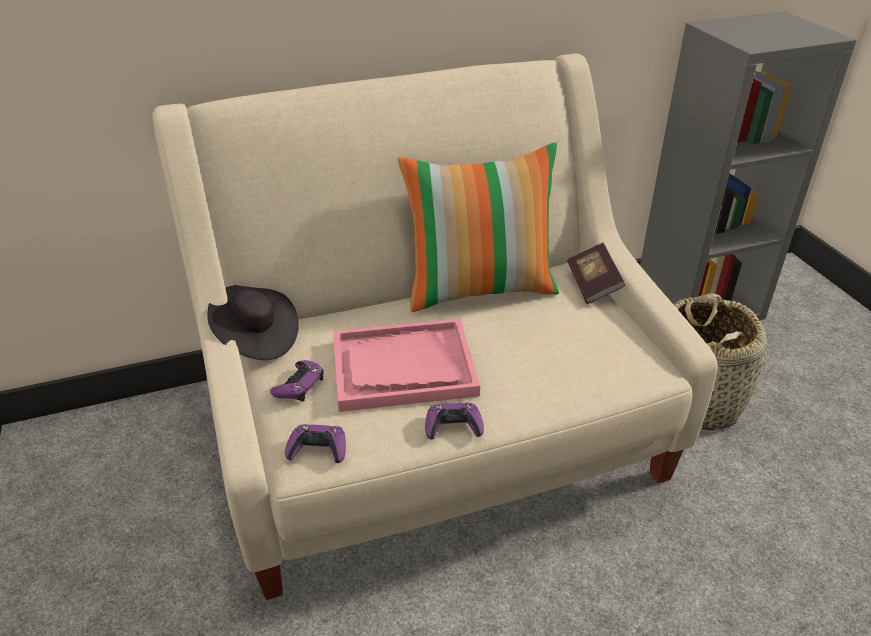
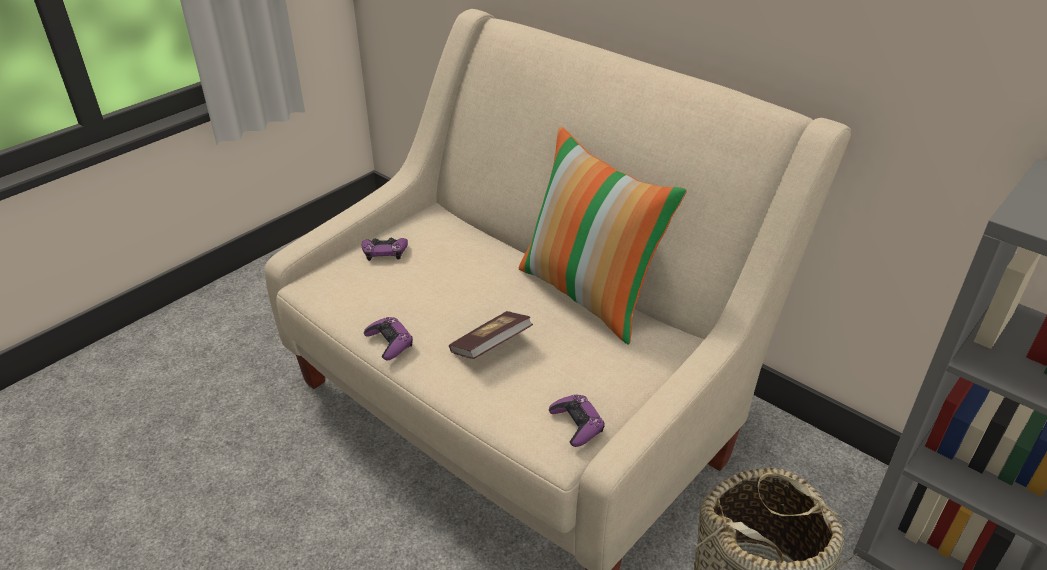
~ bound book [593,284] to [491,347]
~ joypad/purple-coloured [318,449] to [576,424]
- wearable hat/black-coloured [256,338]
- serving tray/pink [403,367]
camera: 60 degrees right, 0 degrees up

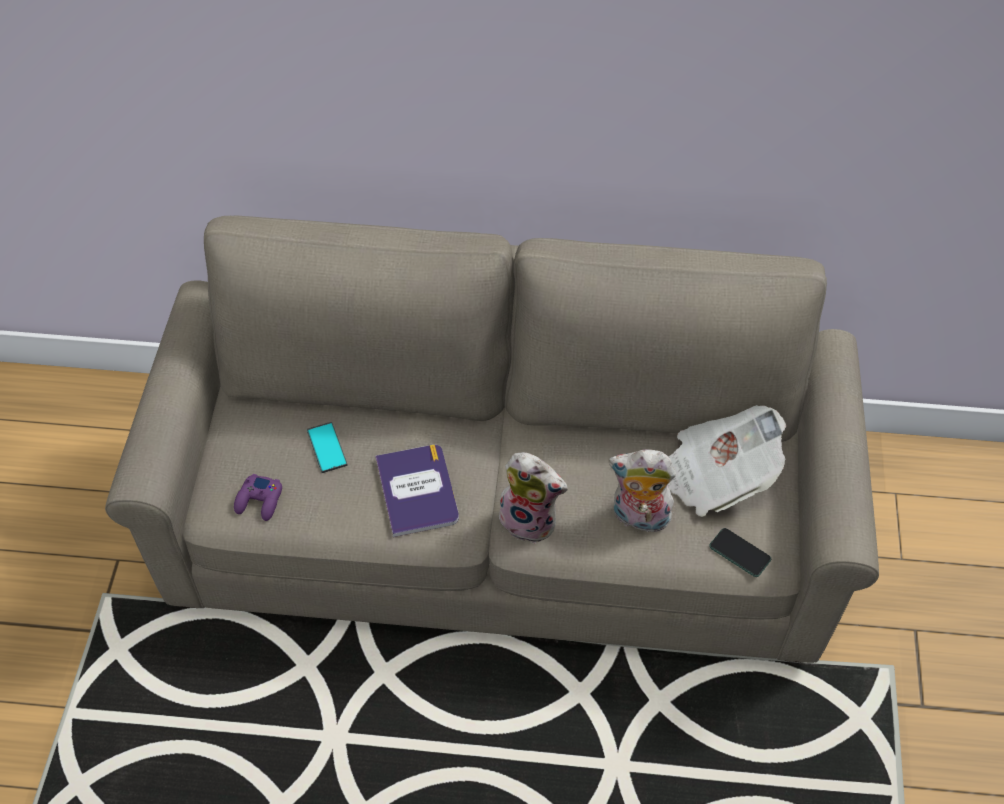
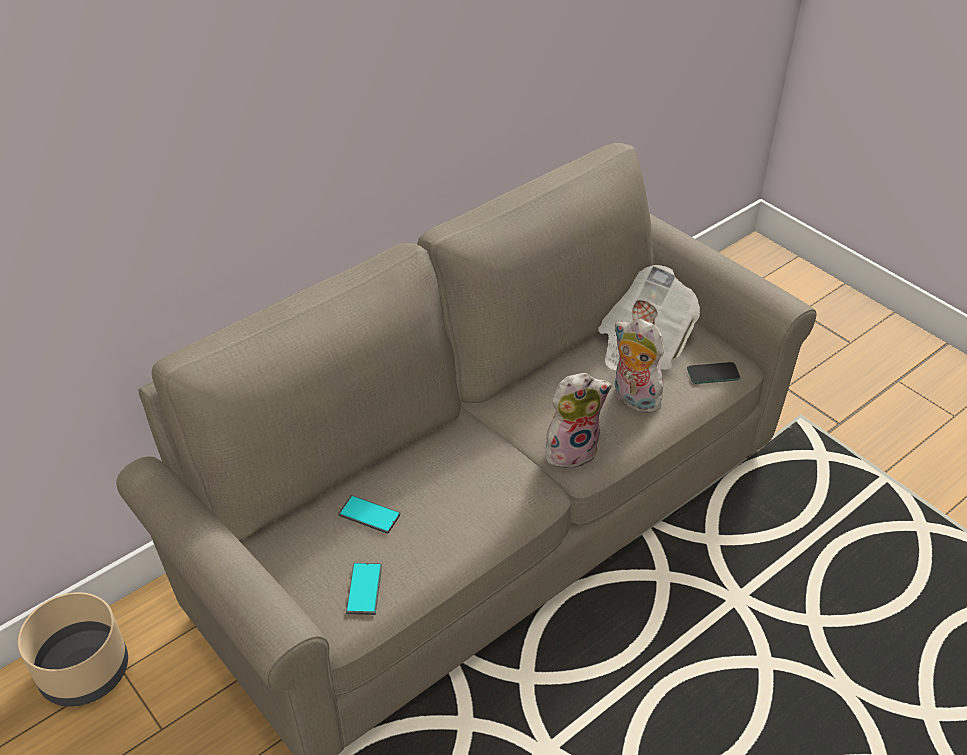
+ planter/sand-coloured [85,670]
~ joypad/purple-coloured [259,501] to handset [364,589]
~ cuddly toy [638,518] = [633,399] 75 degrees clockwise
- bound book [417,490]
camera: 45 degrees left, 10 degrees down

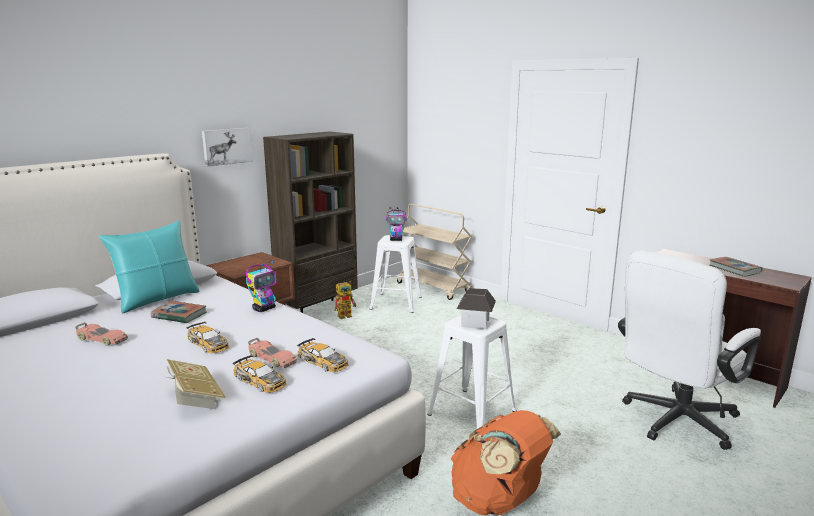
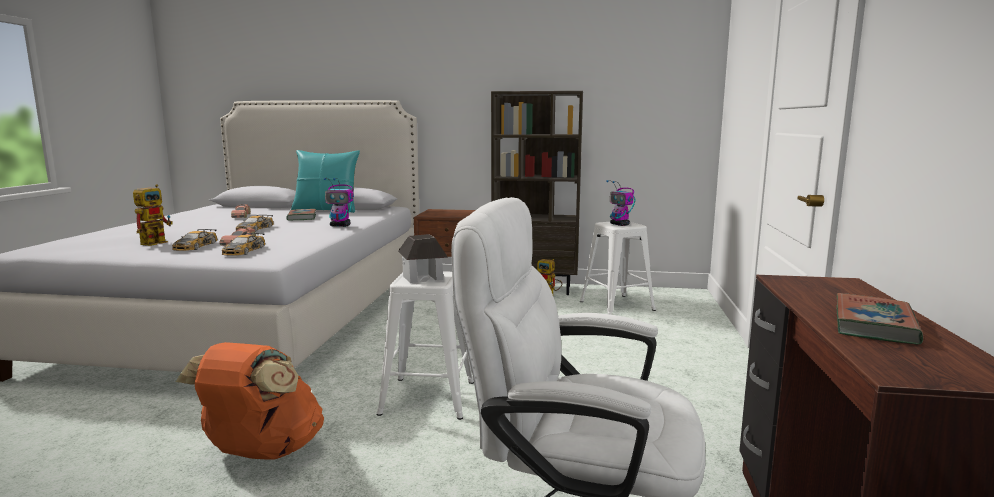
~ bound book [194,399] to robot figure [157,242]
- wall art [226,146]
- cart/sand-coloured [434,287]
camera: 55 degrees right, 5 degrees down

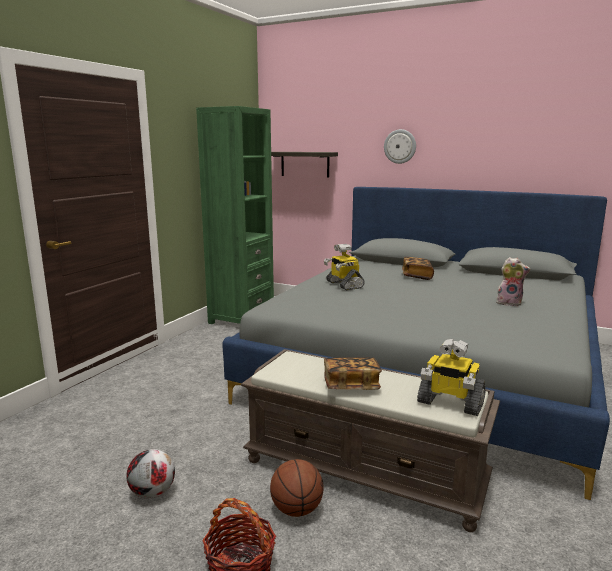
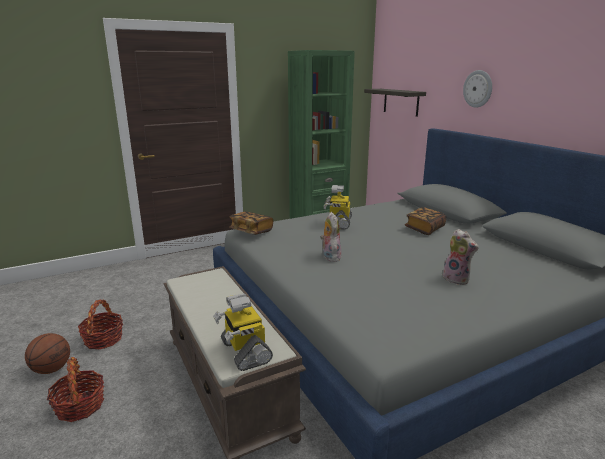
~ basketball [296,509] to [52,369]
~ football [152,493] to storage basket [103,339]
~ bound book [351,386] to [251,231]
+ cuddly toy [330,256]
camera: 35 degrees right, 5 degrees up

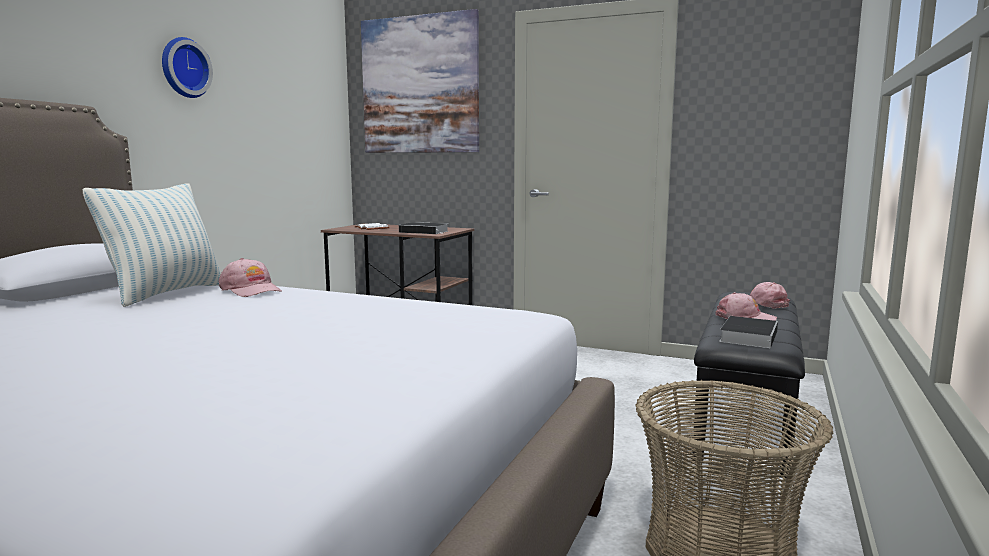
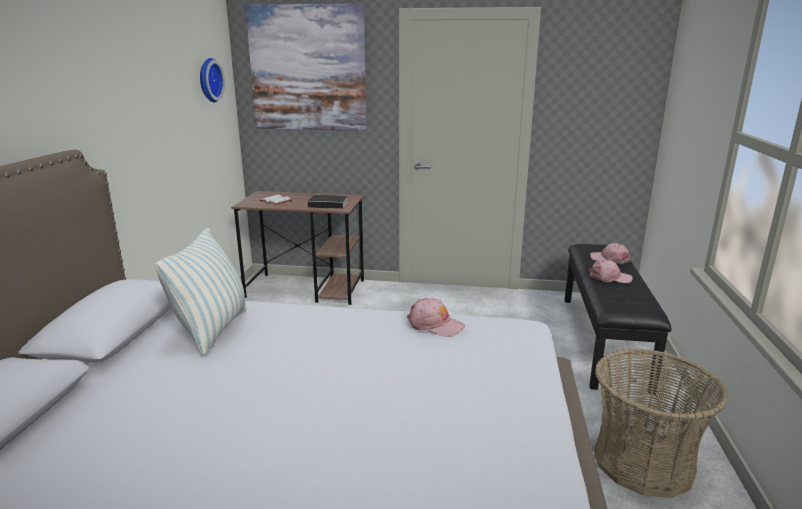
~ clock on the wall [183,68] to [208,80]
~ baseball cap/pink [251,290] to [435,324]
- bound book [748,336]
camera: 15 degrees left, 10 degrees up

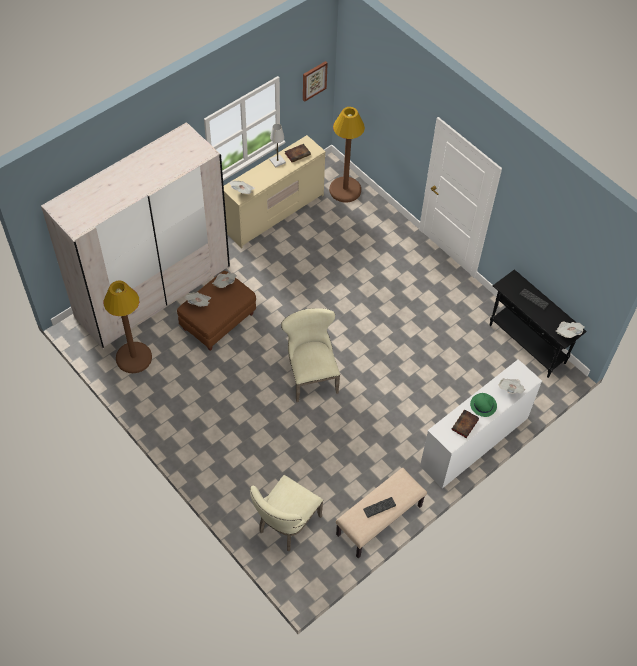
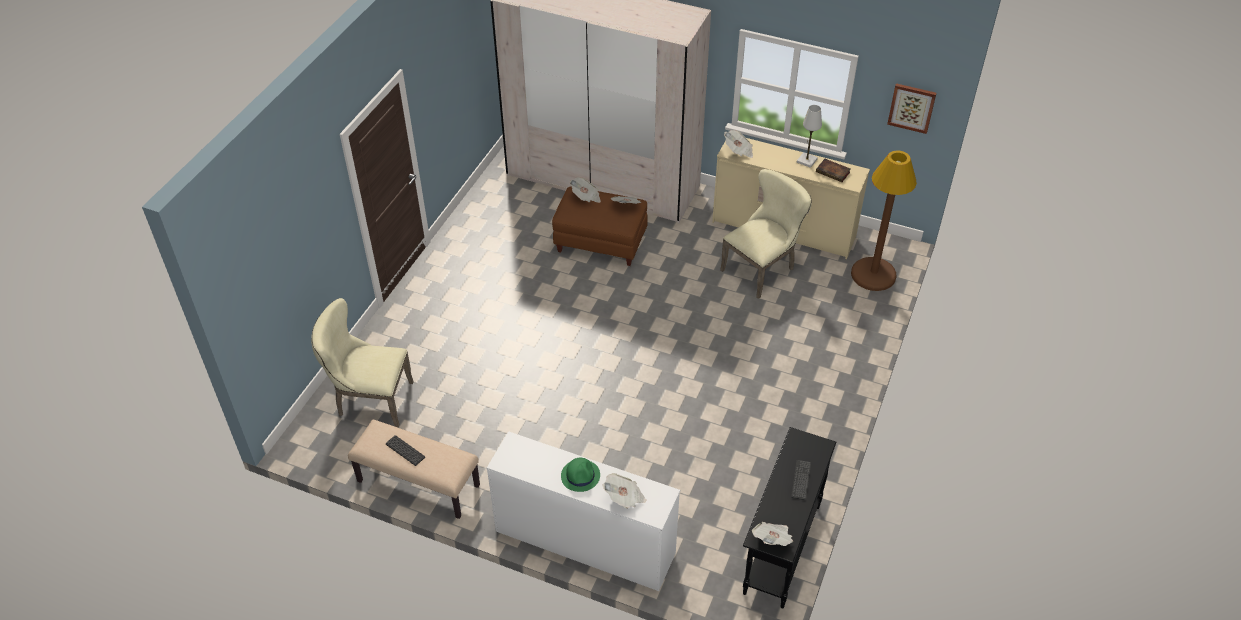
~ chair/sand-coloured [310,375] to [762,268]
- floor lamp/brown [134,358]
- bound book [465,425]
camera: 65 degrees right, 10 degrees down

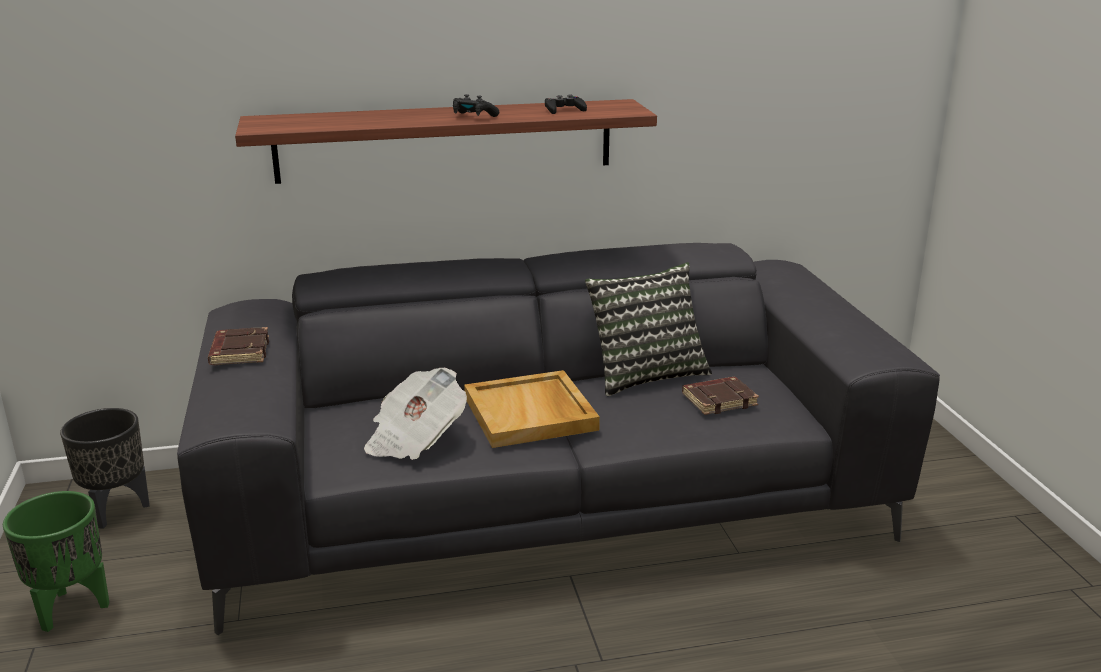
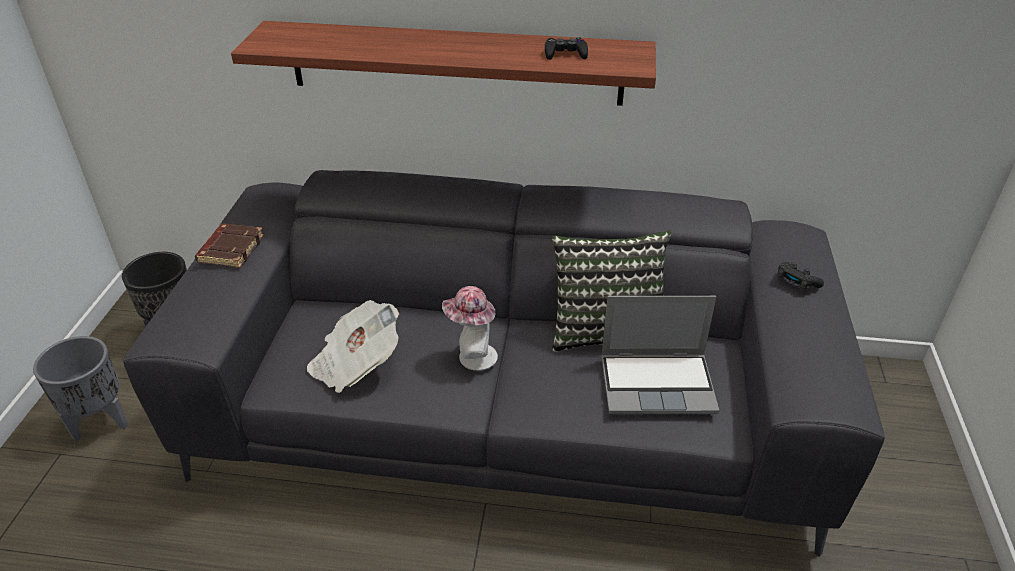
~ planter/green [71,608] to planter/grey [101,422]
~ serving tray/sand-coloured [531,413] to wearable hat [472,357]
~ bound book/brown [719,400] to laptop [658,384]
~ joypad/black-coloured [473,117] to [795,283]
camera: 20 degrees right, 15 degrees up

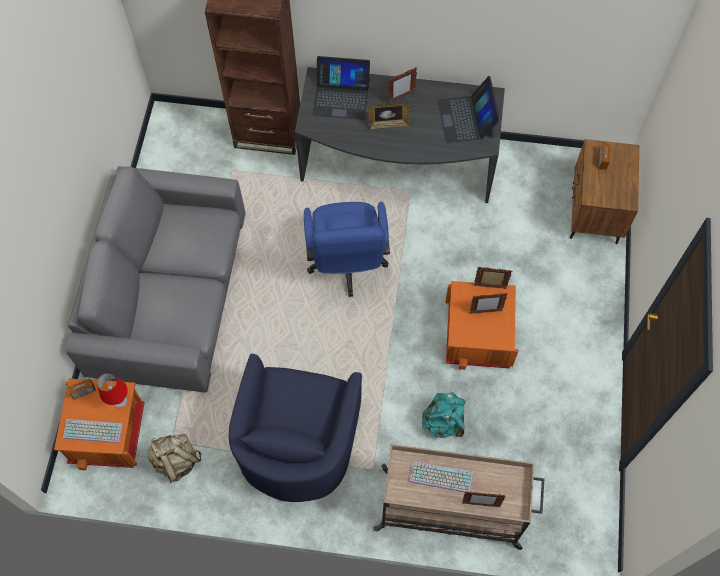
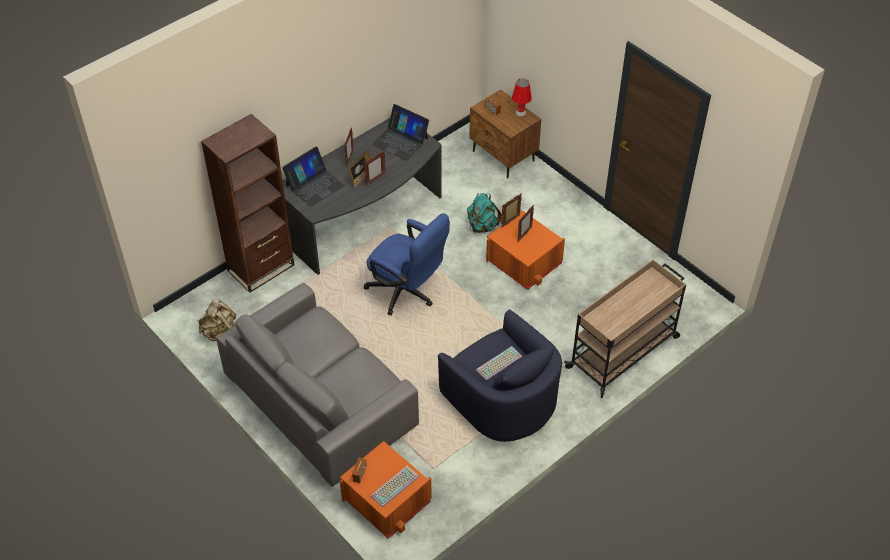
~ knapsack/sand-coloured [176,461] to [220,333]
~ picture frame [480,504] to [375,180]
~ knapsack/blue-green [444,421] to [482,226]
~ PC keyboard [440,478] to [499,364]
~ lamp for a table/red [119,400] to [520,112]
camera: 50 degrees left, 15 degrees down

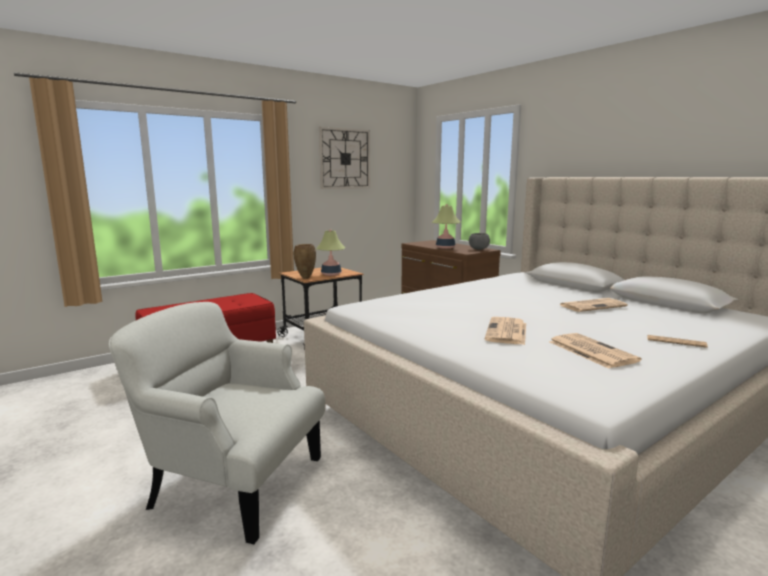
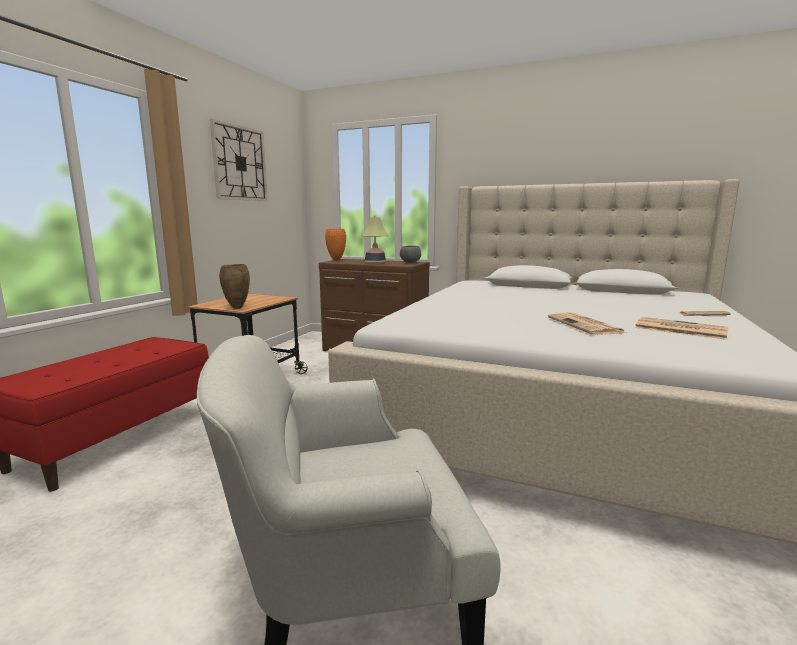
+ decorative vase/orange [336,260]
- lamp for a table [331,274]
- newspaper [592,306]
camera: 30 degrees left, 0 degrees up

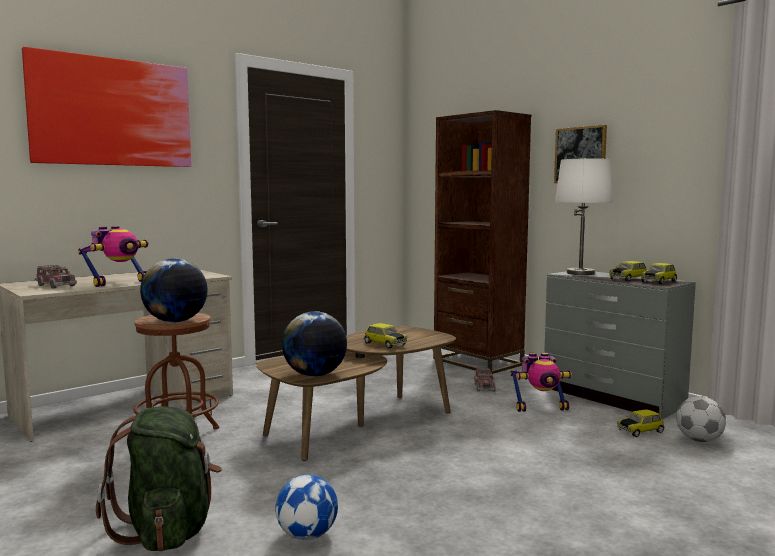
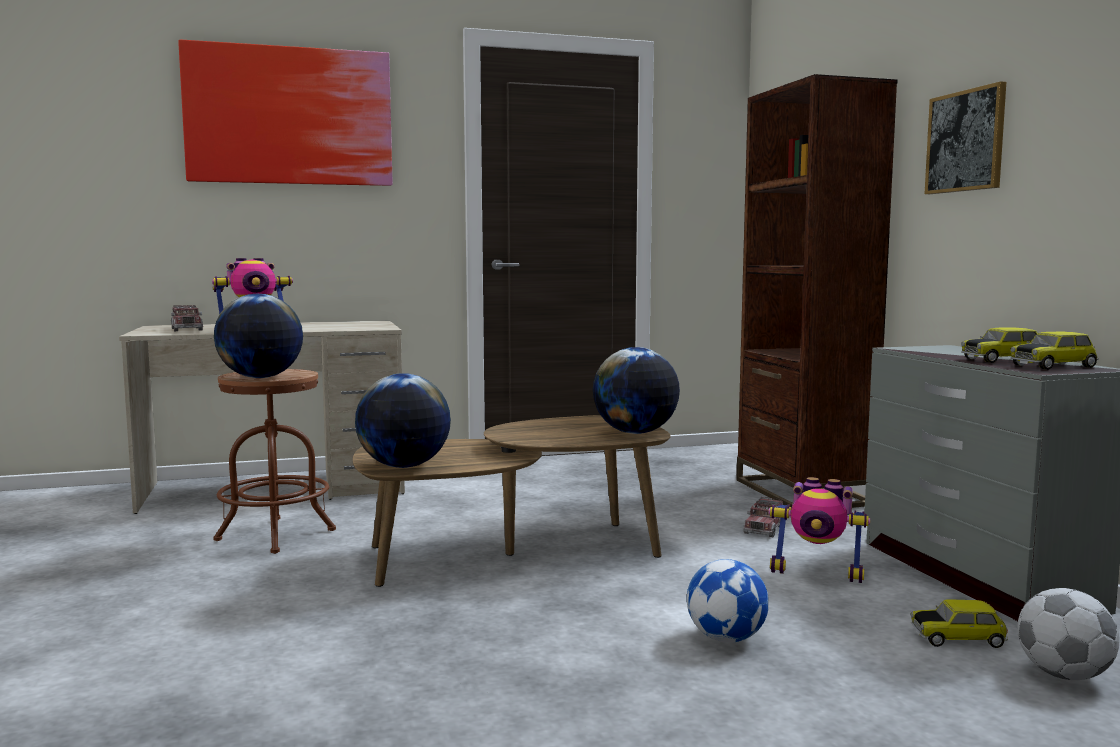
+ globe [635,433]
~ football [307,535] to [726,638]
- knapsack/green [168,531]
- model car [384,344]
- lamp for a table/whitish [581,273]
camera: 25 degrees right, 0 degrees up

